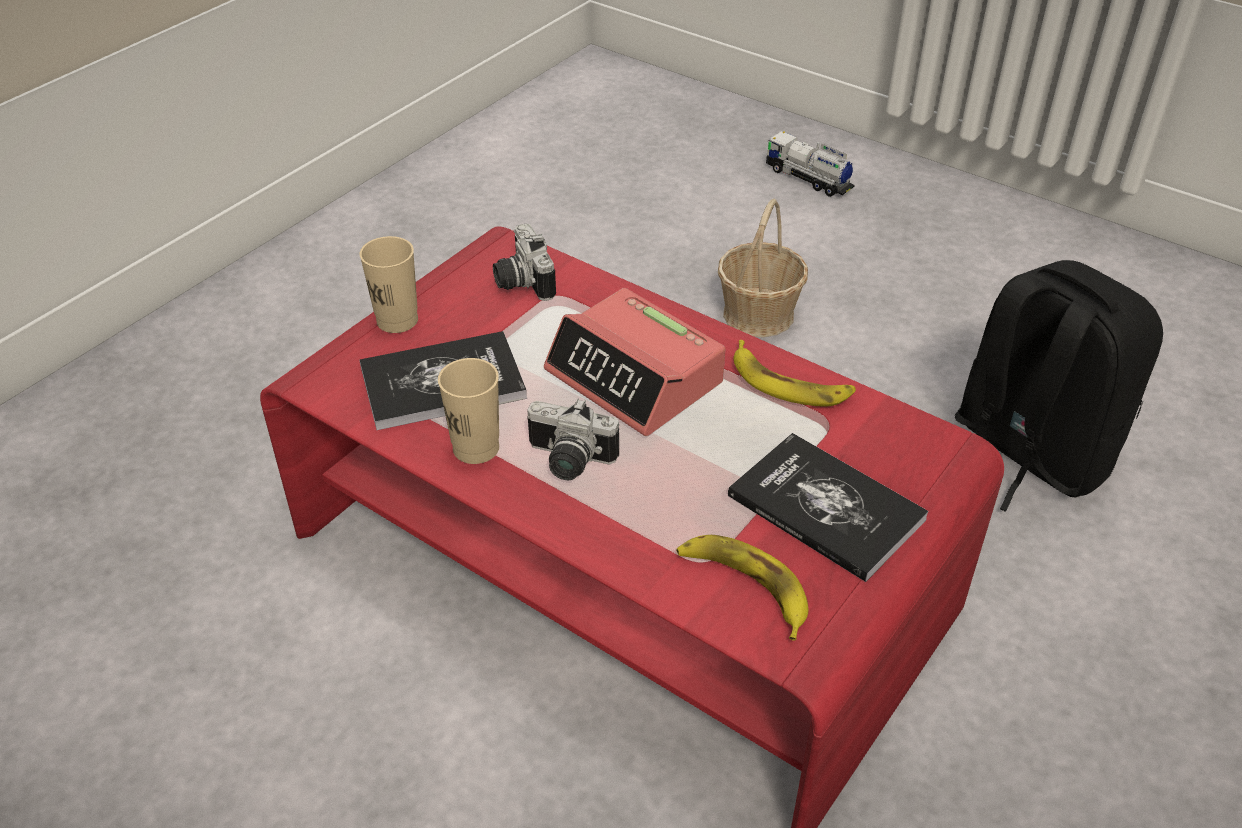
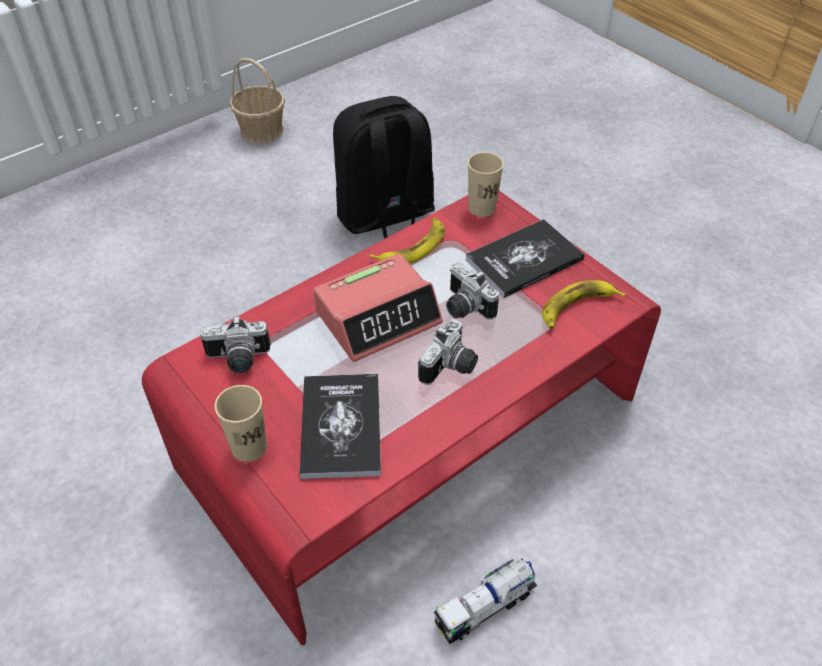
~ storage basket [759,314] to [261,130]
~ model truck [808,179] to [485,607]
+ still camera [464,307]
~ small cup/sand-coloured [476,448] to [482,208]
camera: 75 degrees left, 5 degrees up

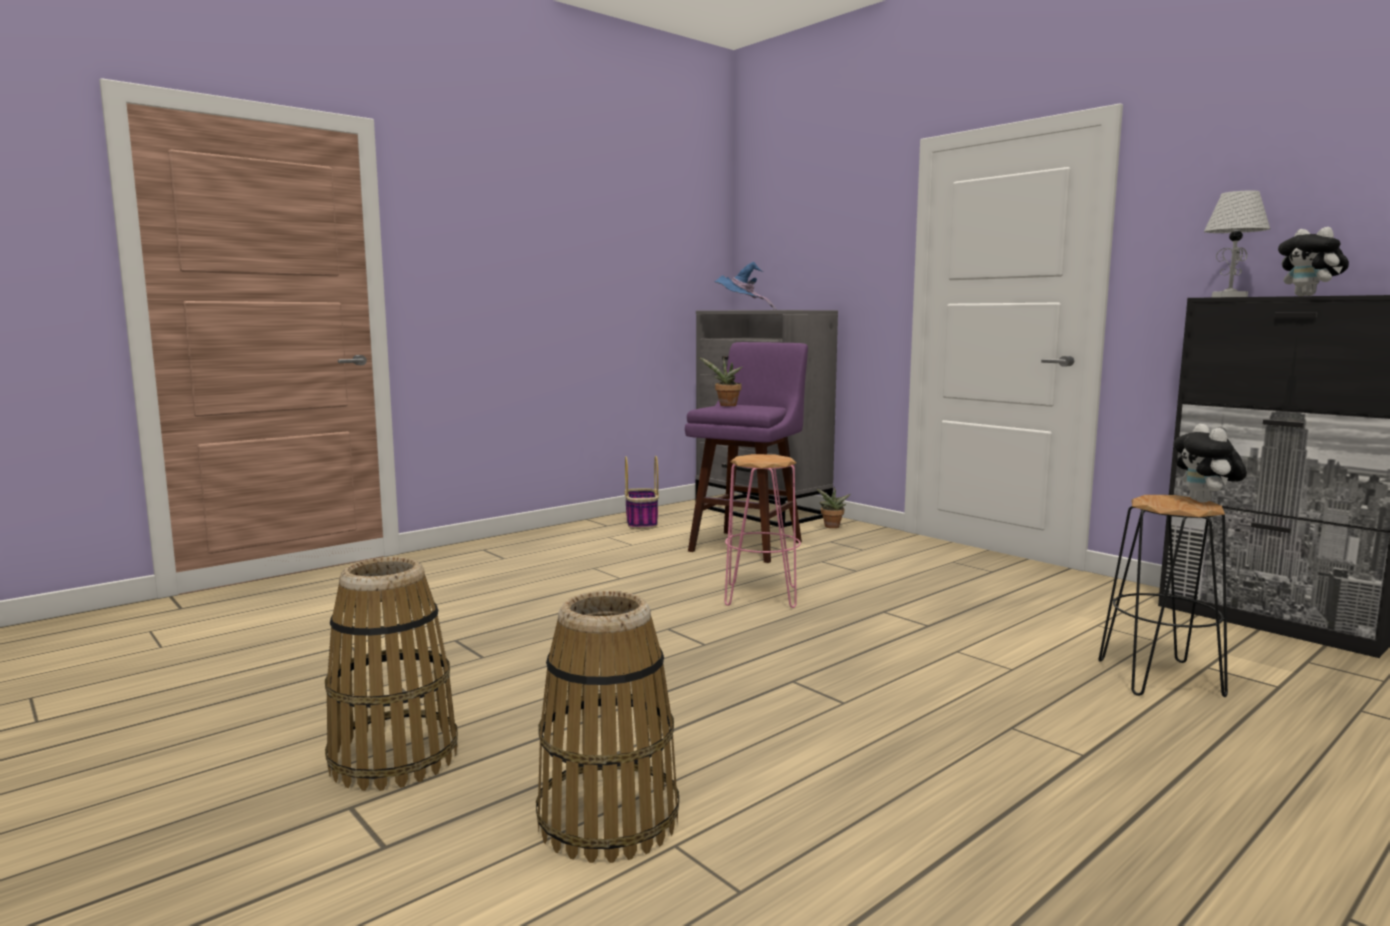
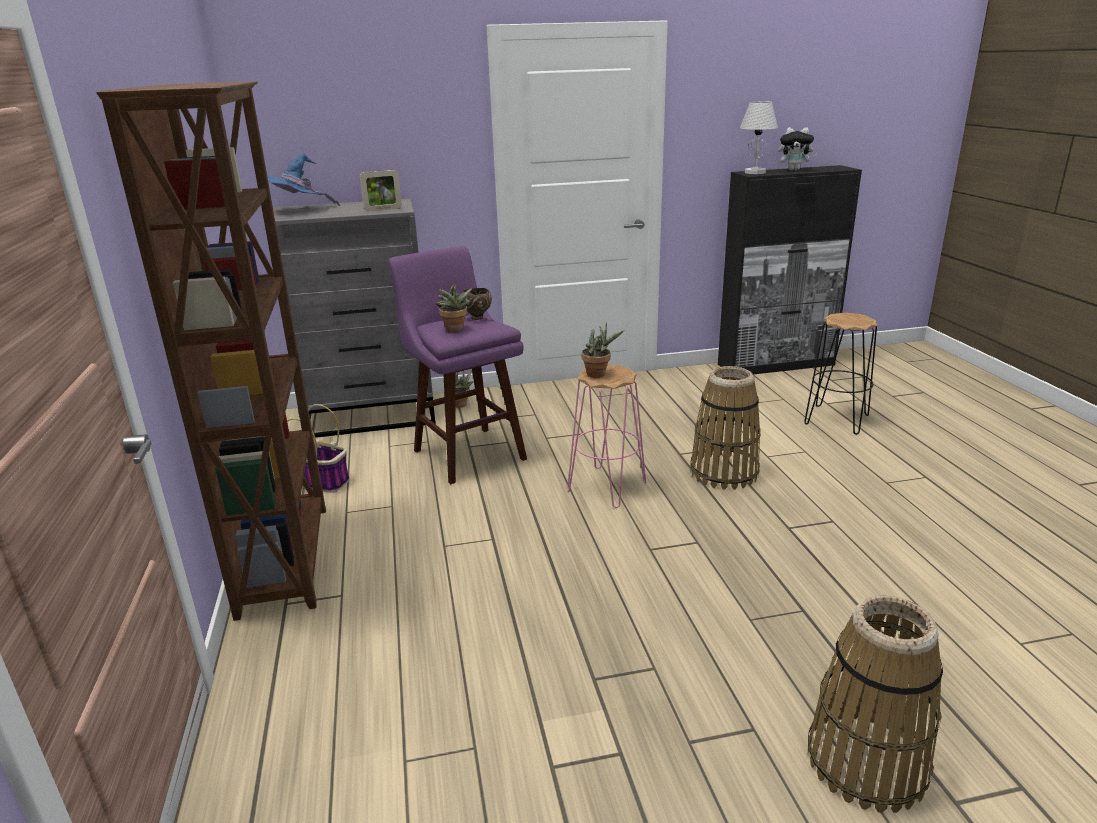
+ shelving unit/brown [287,558]
+ picture frame [383,209]
+ bowl/brown [477,317]
+ houseplant [599,374]
~ storage basket [607,819] to [724,473]
- cuddly toy [1205,502]
camera: 60 degrees left, 15 degrees up

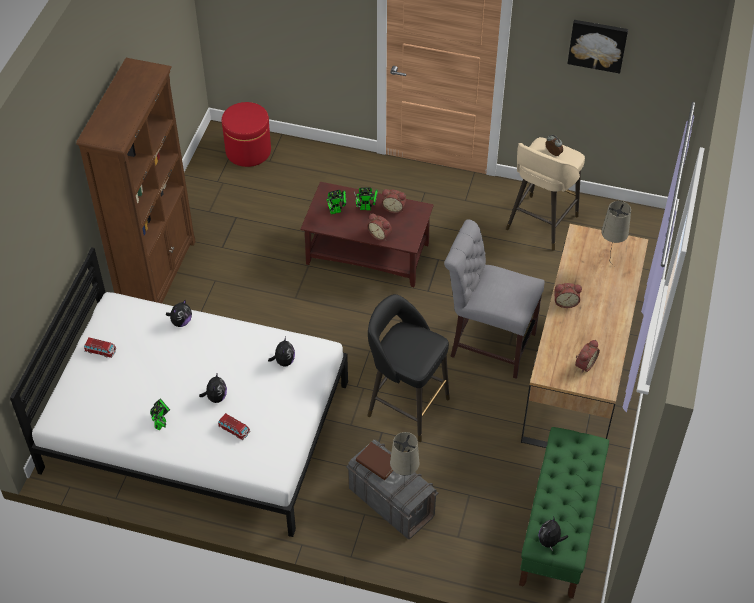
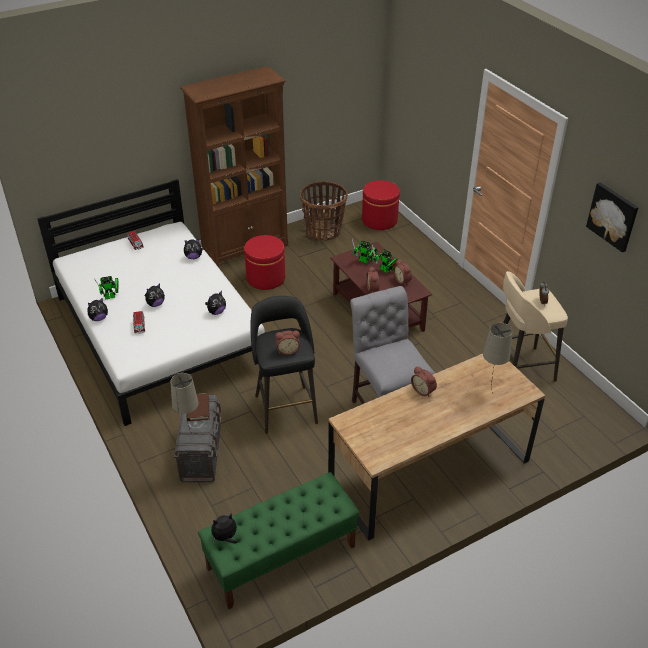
+ cuddly toy [99,318]
+ pouffe/red [266,278]
~ bedside clock [584,364] to [288,350]
+ storage basket [323,232]
camera: 45 degrees right, 10 degrees down

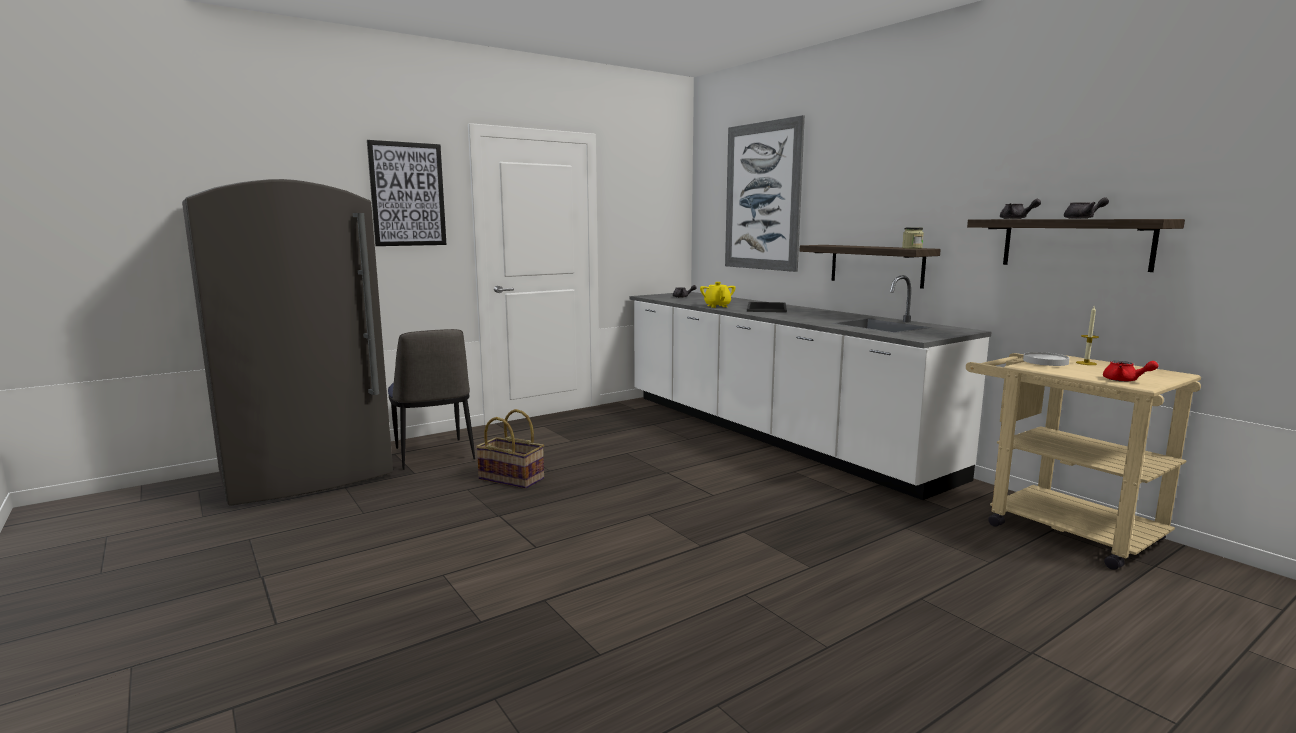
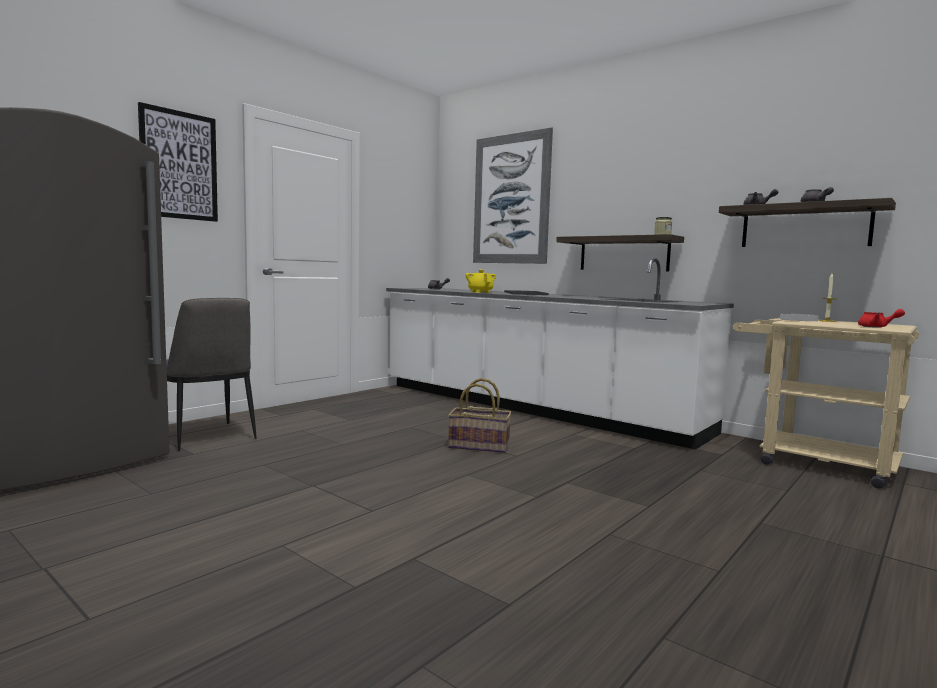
~ storage basket [512,478] to [479,446]
camera: 15 degrees left, 5 degrees down

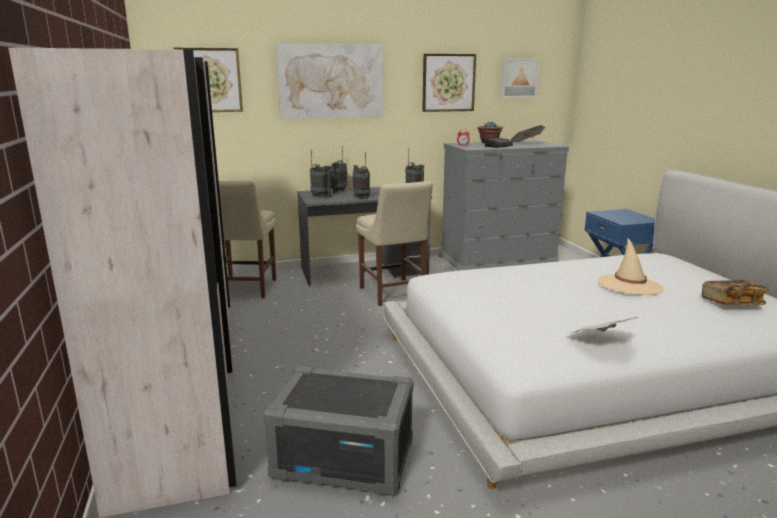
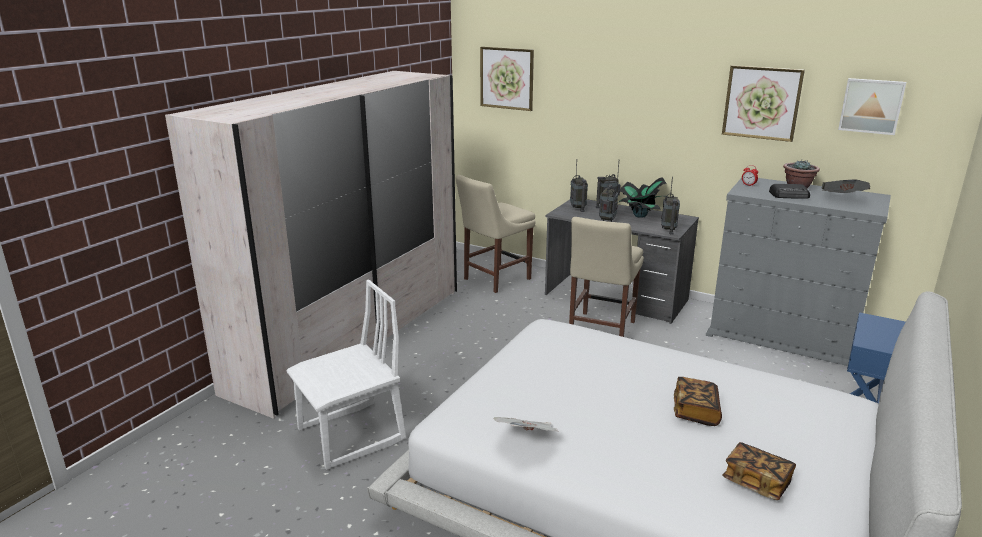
~ storage bin/grey [344,458] to chair/whitish [351,435]
+ houseplant [640,216]
~ wearable hat/sand-coloured [629,285] to bound book [695,411]
- wall art [331,81]
camera: 45 degrees right, 5 degrees up

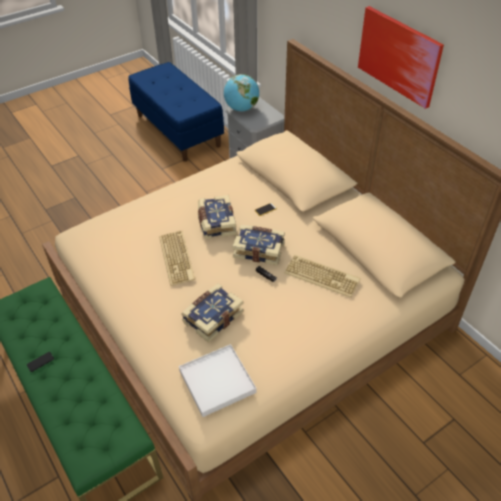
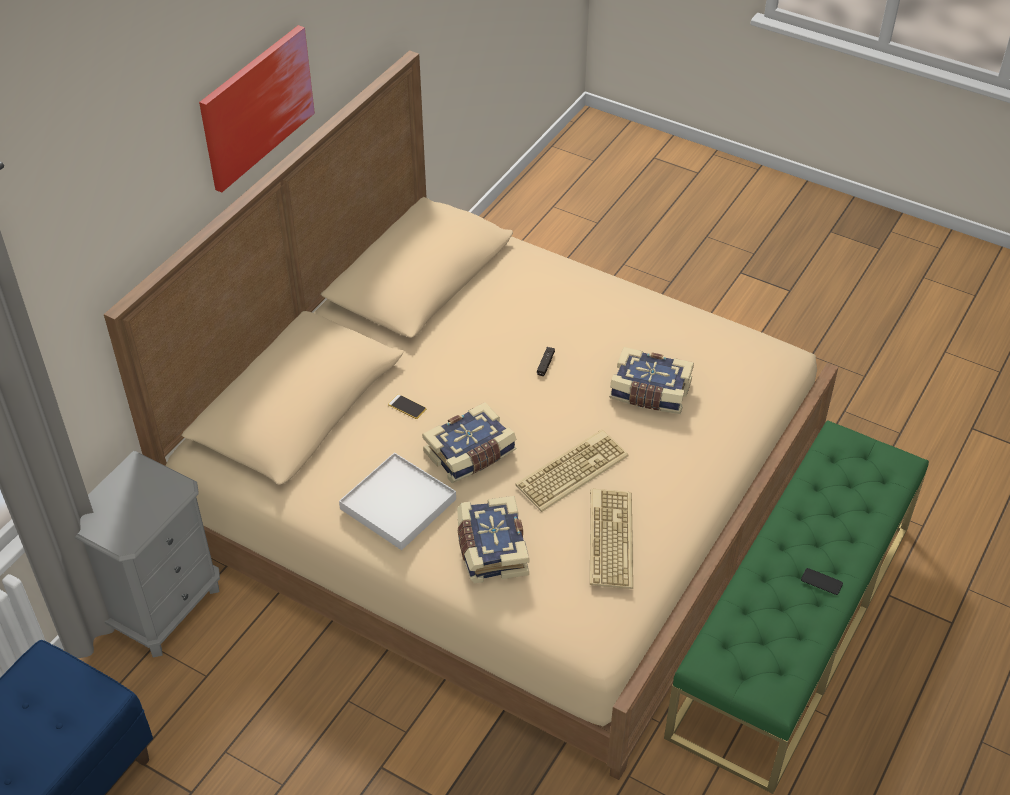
~ serving tray/whitish [217,381] to [398,504]
~ bound book [259,249] to [491,549]
~ PC keyboard [323,276] to [609,538]
- globe [241,109]
camera: 115 degrees left, 0 degrees up

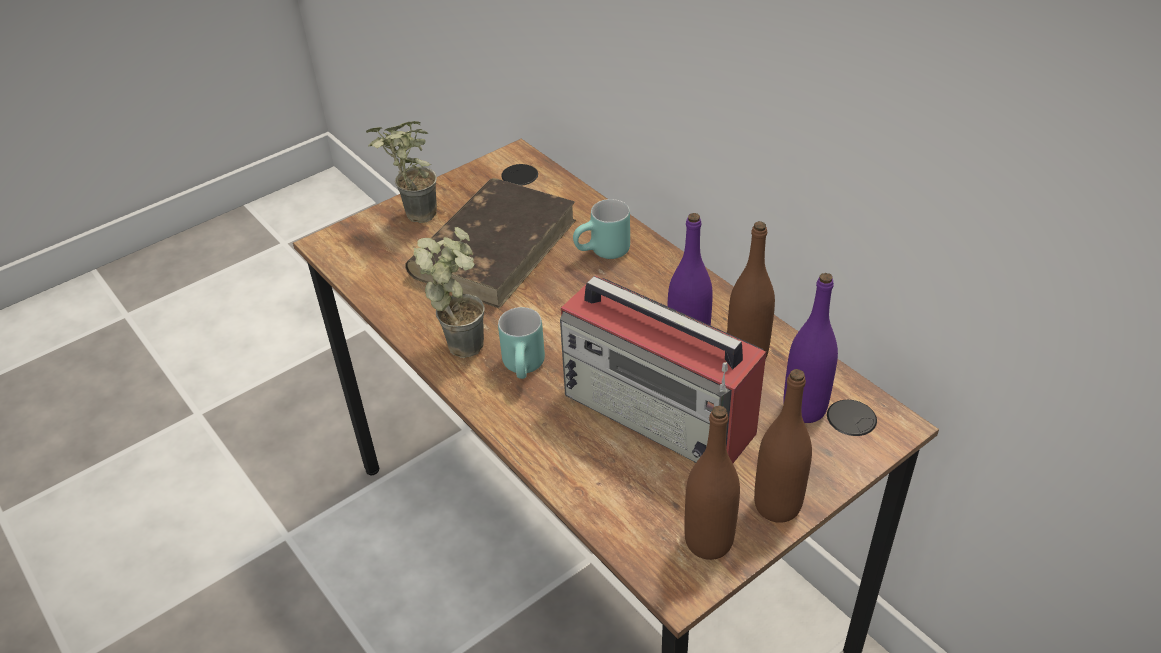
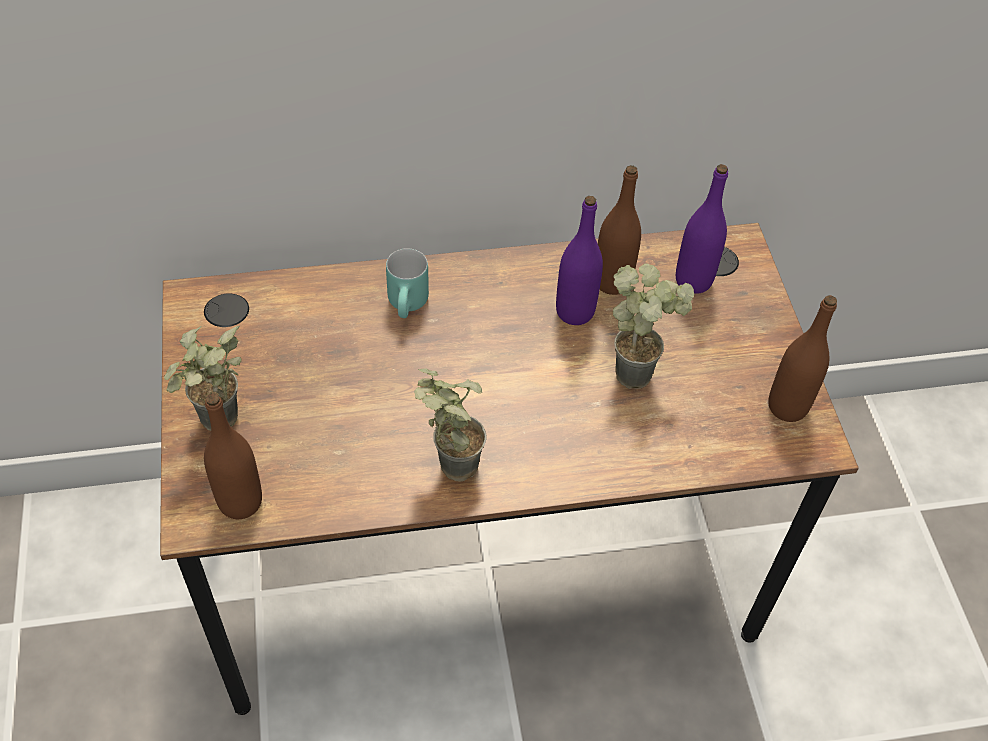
~ beverage bottle/brown [777,505] to [240,502]
~ radio receiver [660,413] to houseplant [640,369]
- bound book/brown [495,246]
- tea mug/blue-green [526,368]
camera: 65 degrees left, 10 degrees up

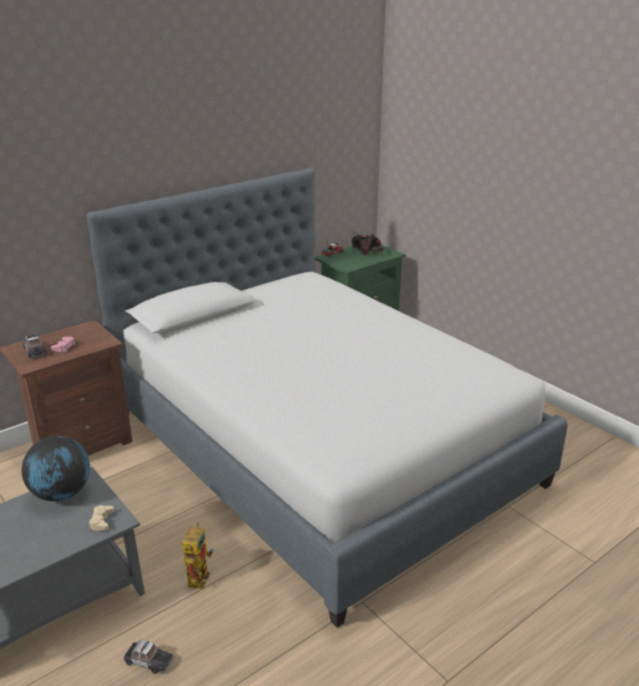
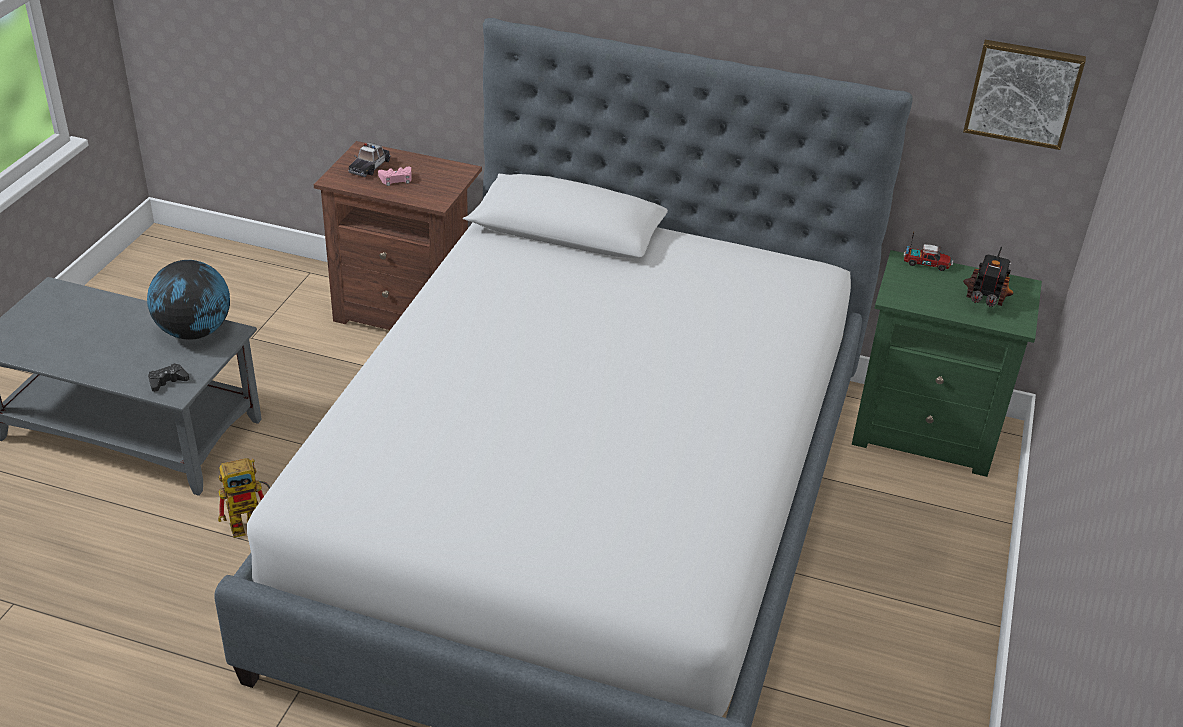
~ joypad/sand-coloured [101,521] to joypad/black-coloured [167,381]
+ wall art [1023,92]
- model car [148,661]
camera: 55 degrees right, 10 degrees up

